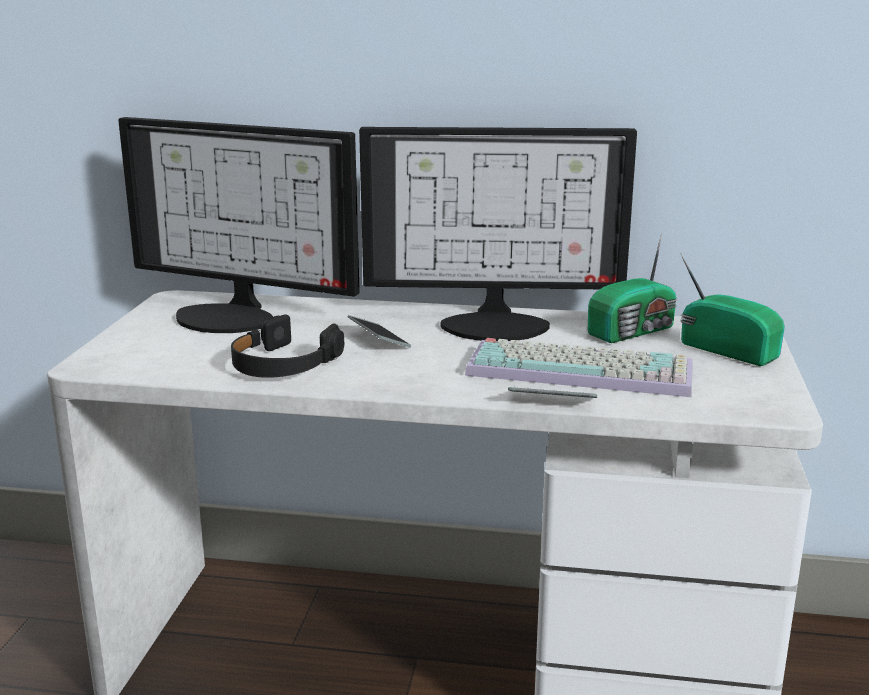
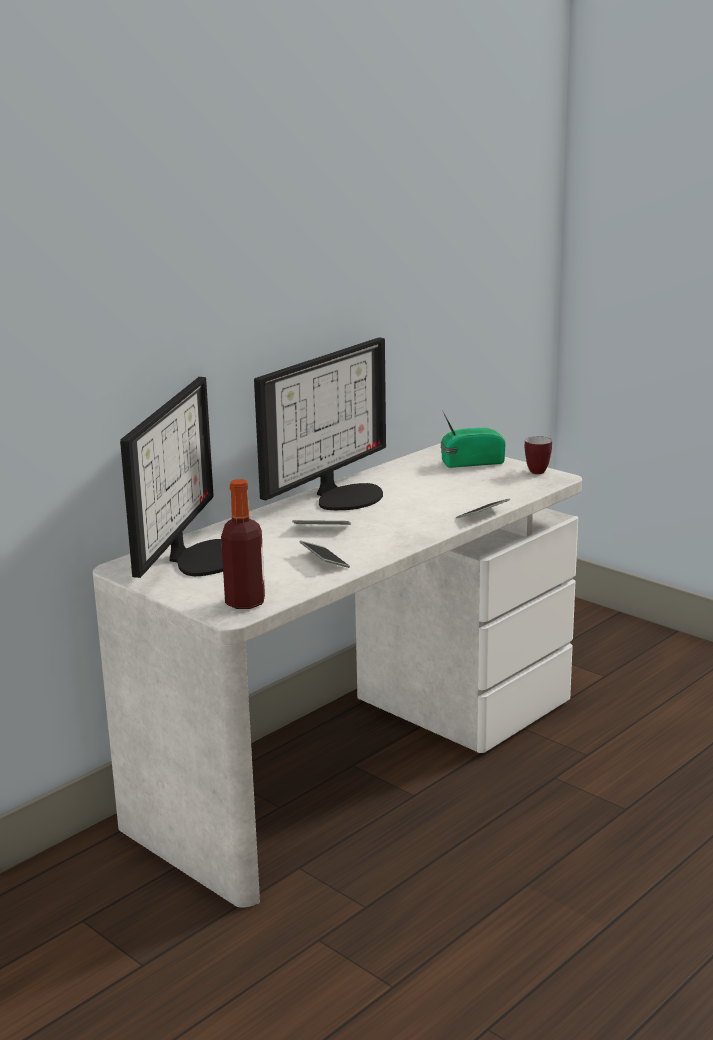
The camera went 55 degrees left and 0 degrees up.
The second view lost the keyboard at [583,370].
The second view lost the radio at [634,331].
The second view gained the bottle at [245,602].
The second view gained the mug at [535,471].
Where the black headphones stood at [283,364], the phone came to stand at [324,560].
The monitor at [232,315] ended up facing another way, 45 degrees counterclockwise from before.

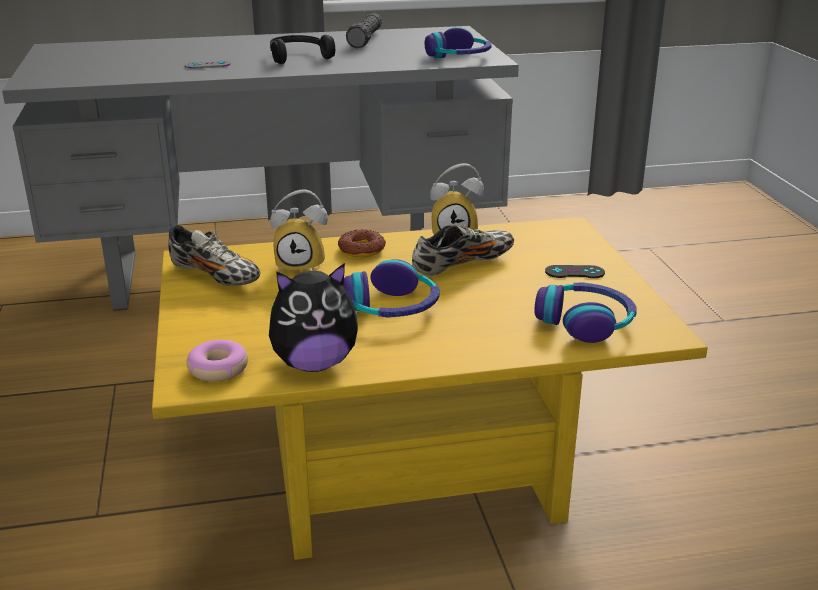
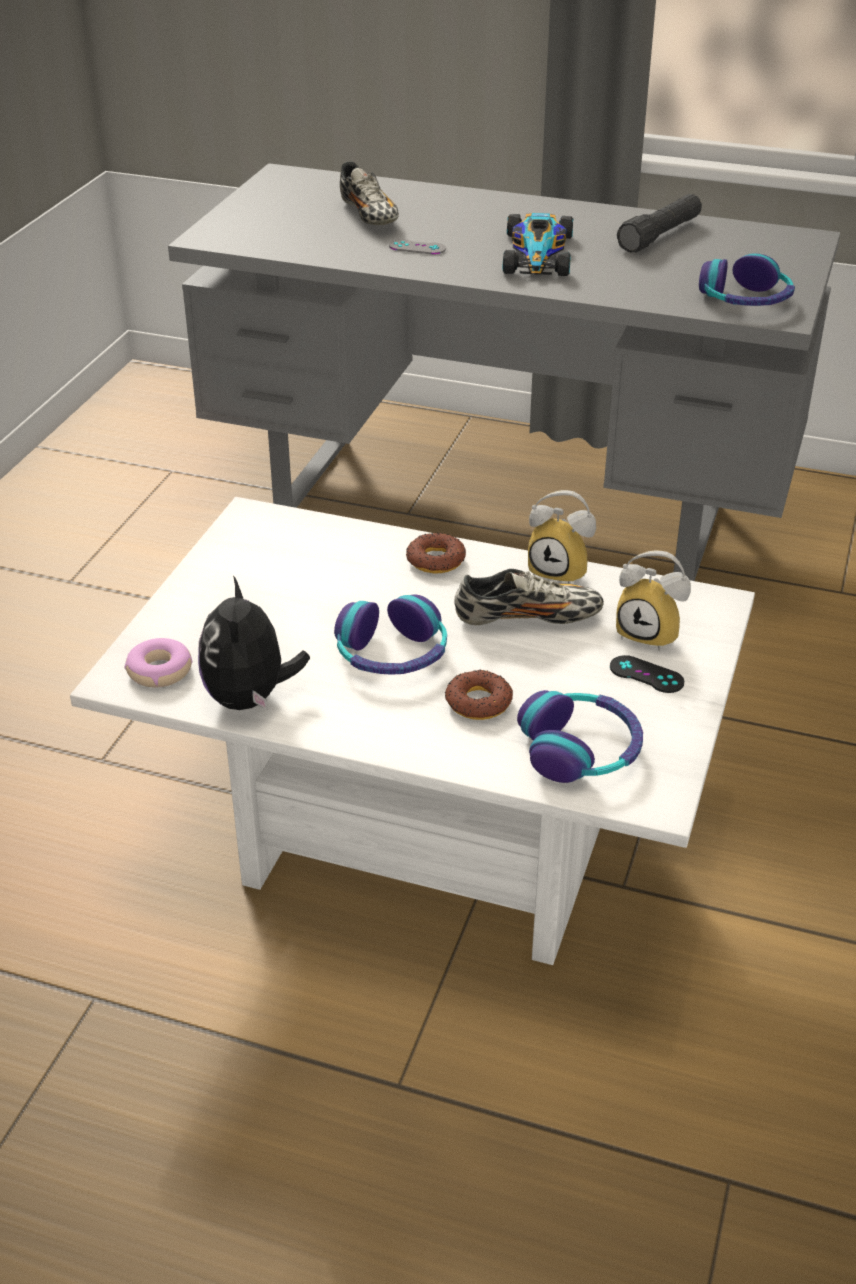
The camera went 30 degrees right and 10 degrees up.
The second view gained the donut at [478,702].
The shoe ended up elsewhere, having gone from [216,277] to [369,216].
The alarm clock ended up elsewhere, having gone from [302,264] to [652,634].
Where the black headphones stood at [297,57], the toy car came to stand at [538,254].
What was the yellow coffee table at [409,474] turned into the white coffee table at [428,837].
The plush toy at [314,364] ended up facing another way, 75 degrees clockwise from before.

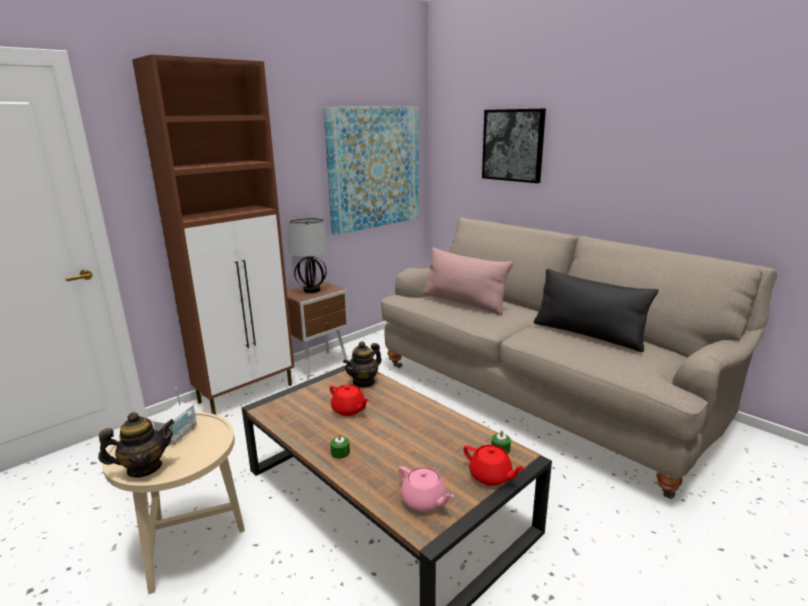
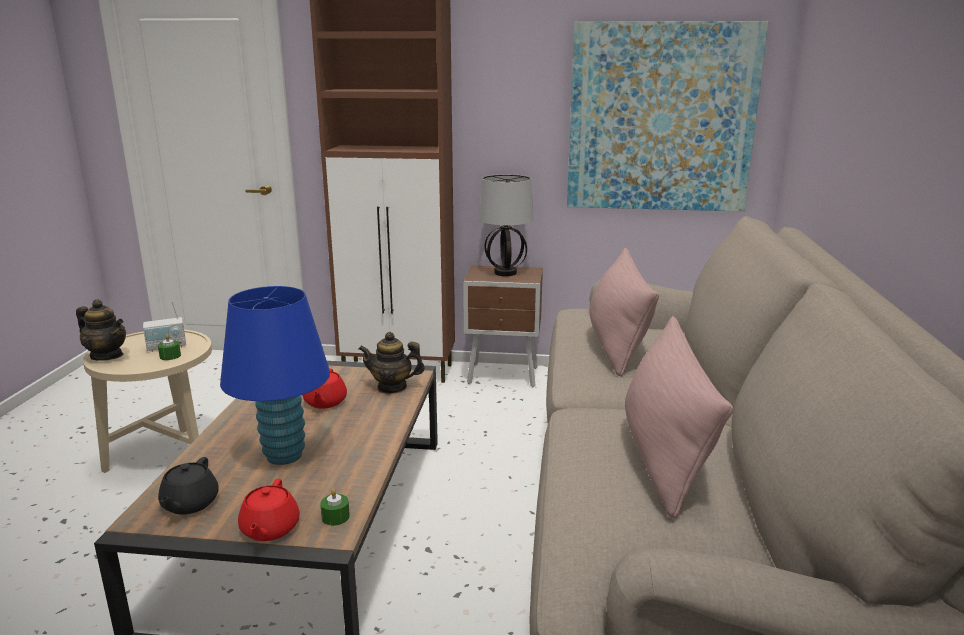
The camera went 50 degrees right and 0 degrees up.
The second view lost the picture at [513,145].
The second view gained the blue table lamp at [284,455].
The green candle ended up elsewhere, having gone from [340,452] to [170,356].
What was the pink teapot at [424,501] turned into the black teapot at [189,504].
What was the black pillow at [587,334] turned into the pink pillow at [664,454].

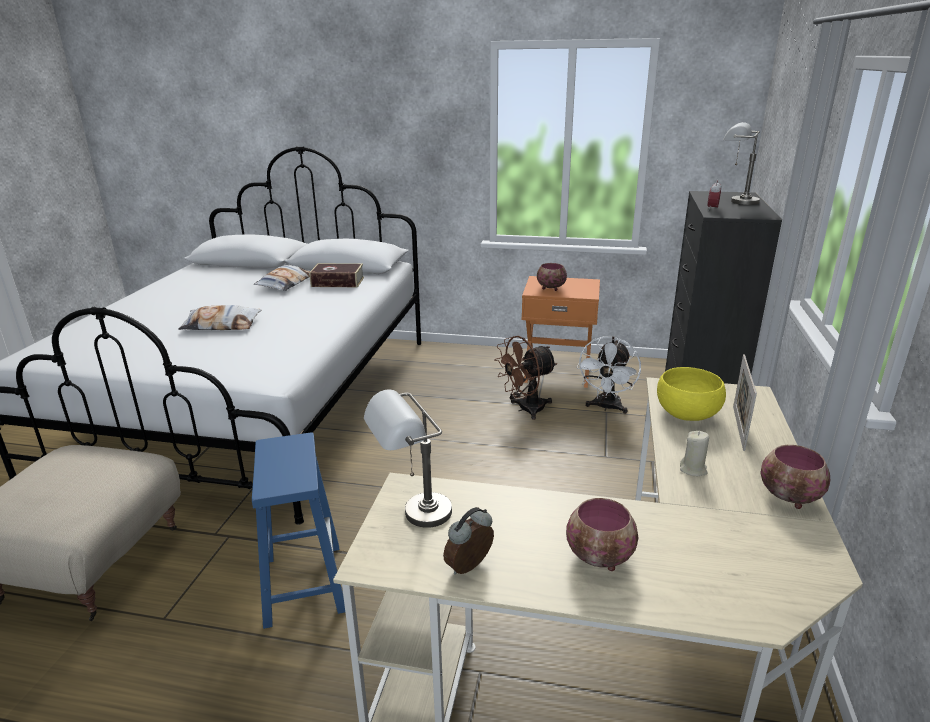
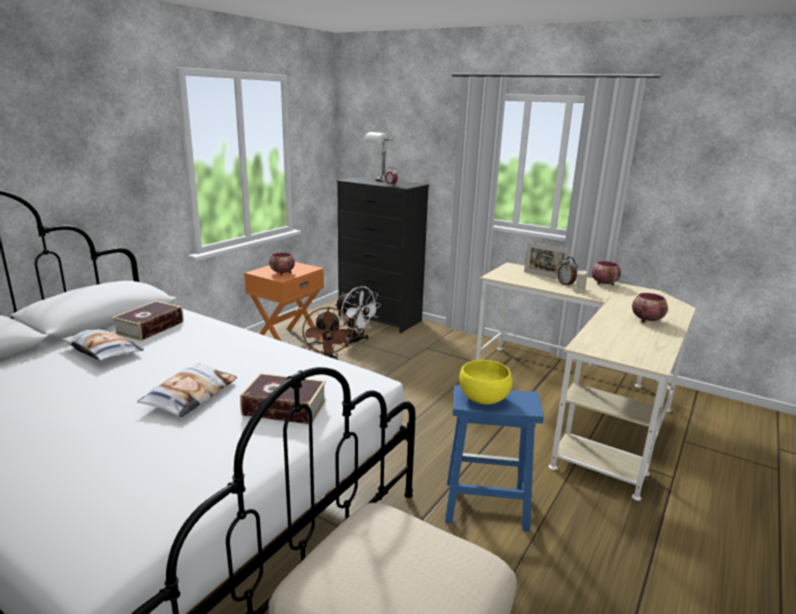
The camera went 70 degrees left and 5 degrees down.
The second view lost the grey table lamp at [413,518].
The second view gained the book at [284,407].
The alarm clock ended up elsewhere, having gone from [470,568] to [566,284].
The yellow bowl ended up elsewhere, having gone from [687,413] to [484,398].

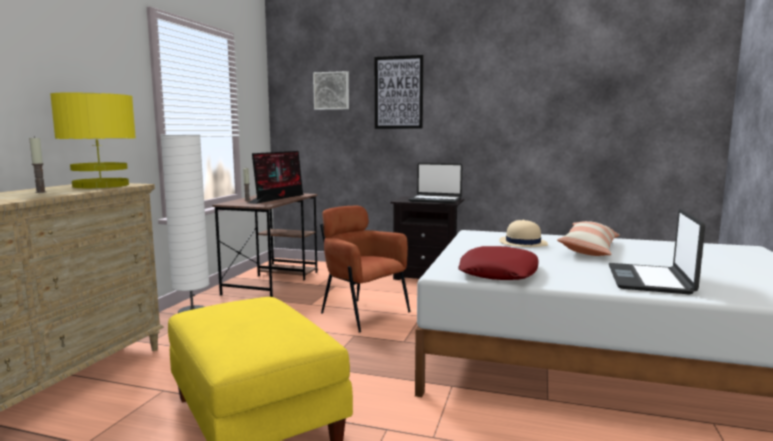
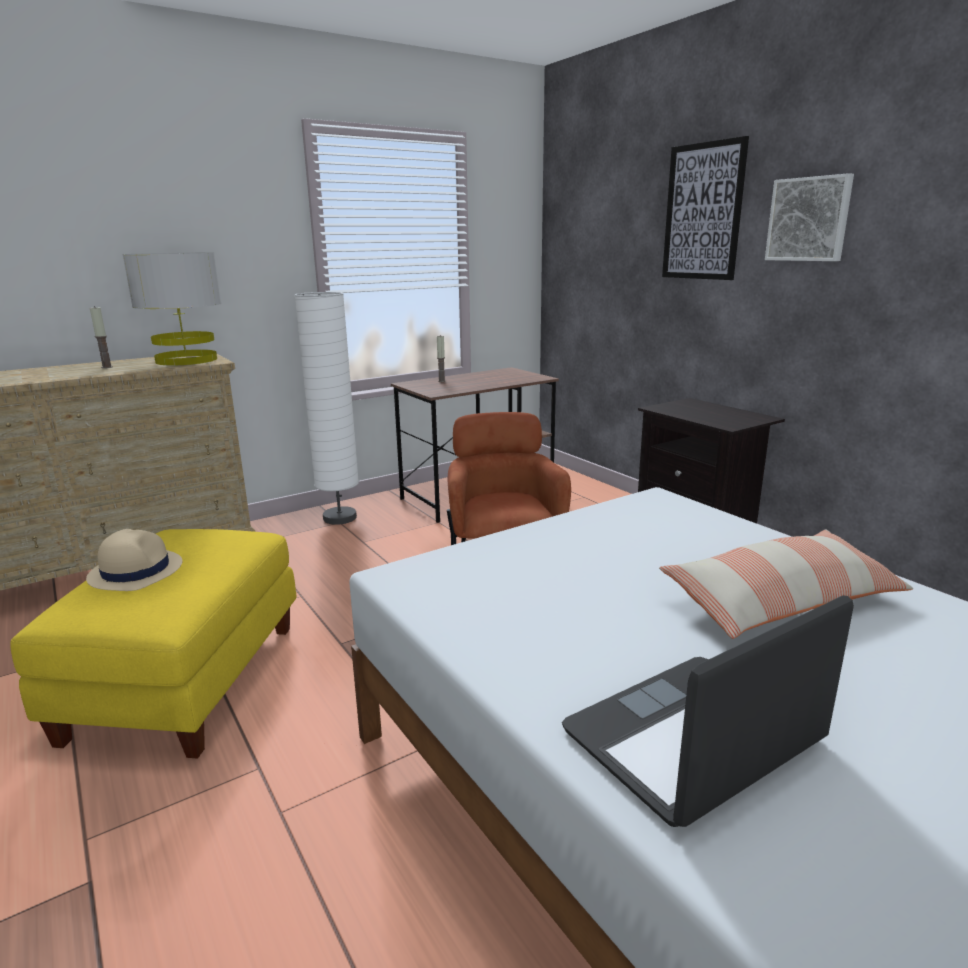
The camera went 40 degrees right and 10 degrees up.
The second view lost the monitor at [278,198].
The second view lost the laptop at [435,200].
The second view lost the red pillow at [499,272].
The picture ended up elsewhere, having gone from [331,91] to [809,219].
The beige hat ended up elsewhere, having gone from [522,243] to [135,571].
What was the yellow table lamp at [101,185] turned into the grey table lamp at [186,360].

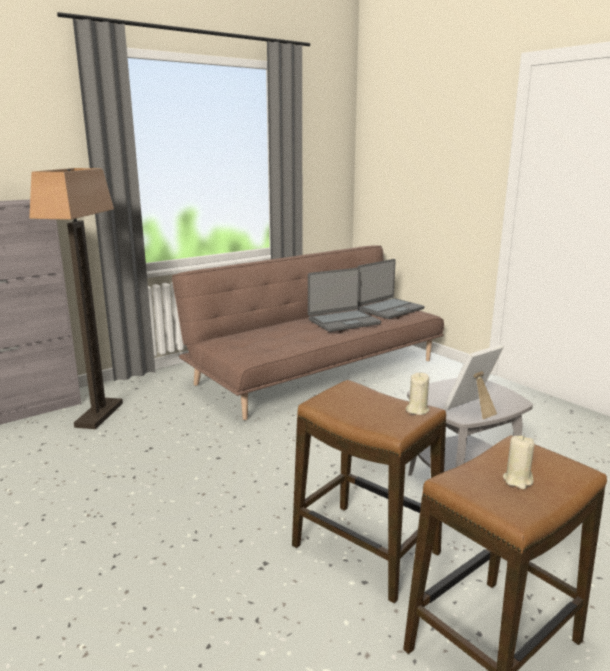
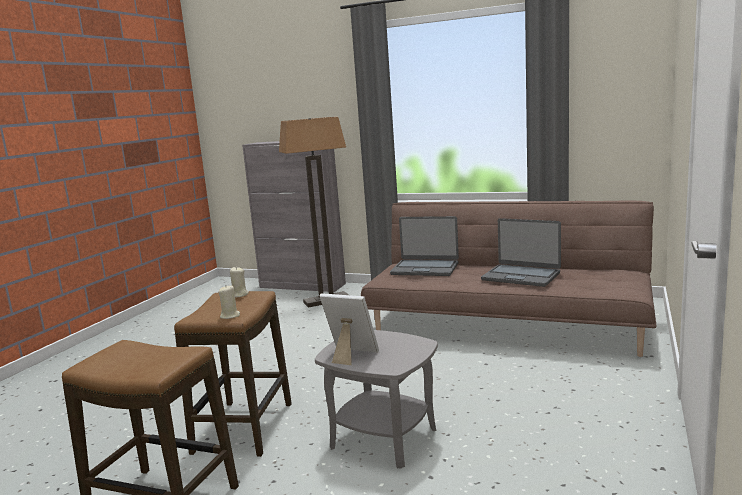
The camera went 60 degrees right and 5 degrees down.
The laptop ended up elsewhere, having gone from [389,309] to [425,269].
The beige candle ended up elsewhere, having gone from [518,480] to [239,295].

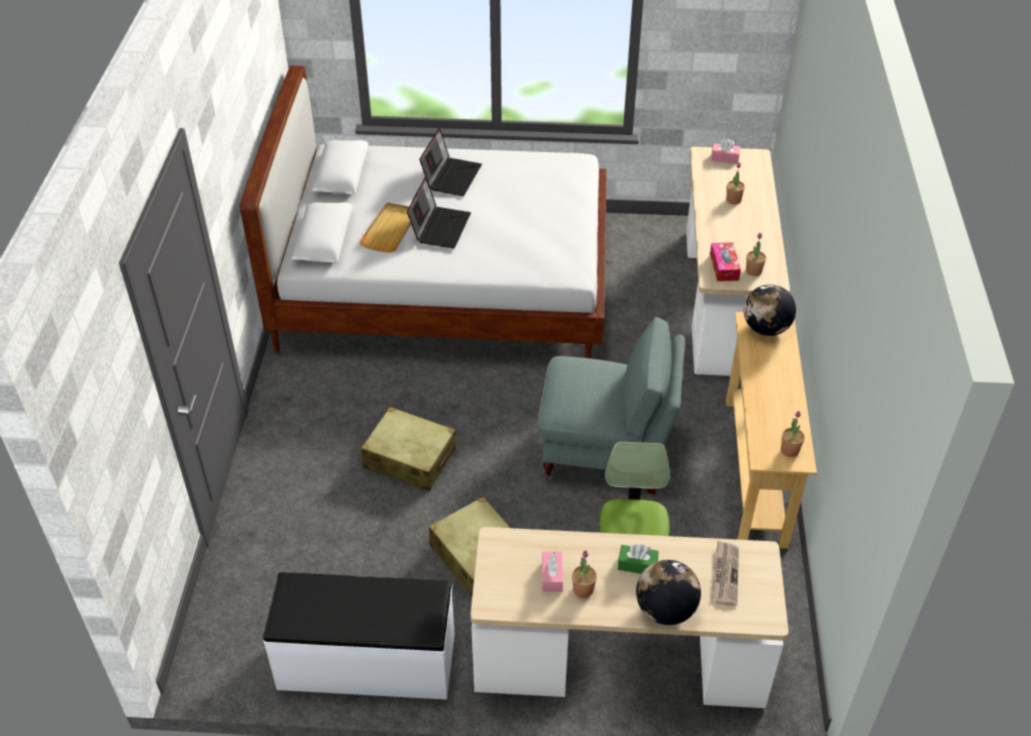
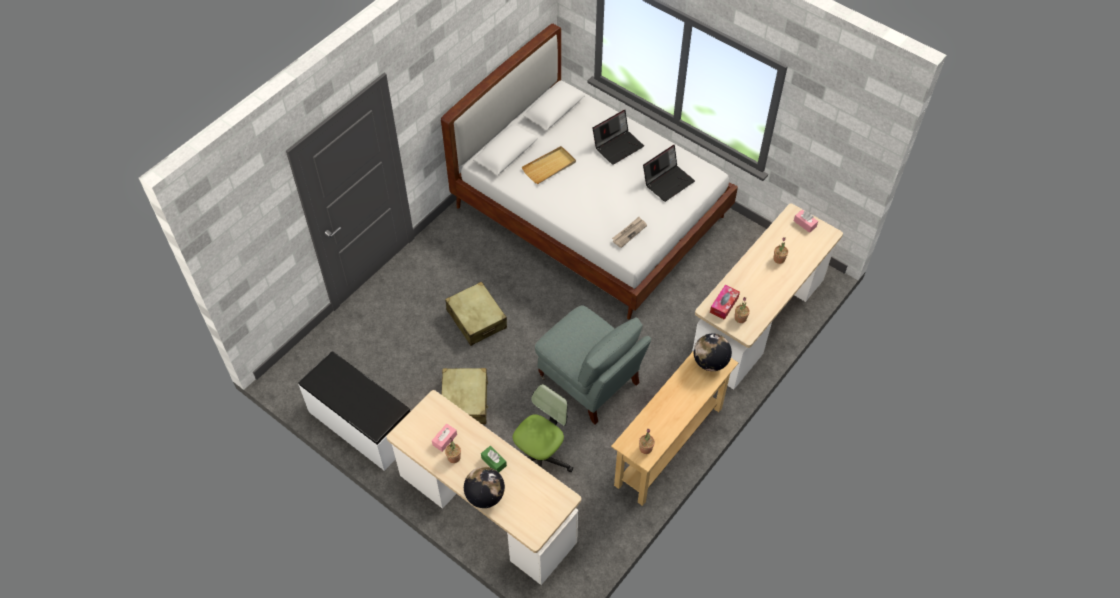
The camera went 35 degrees right and 10 degrees up.
The laptop ended up elsewhere, having gone from [440,227] to [668,181].
The newspaper ended up elsewhere, having gone from [724,574] to [629,233].

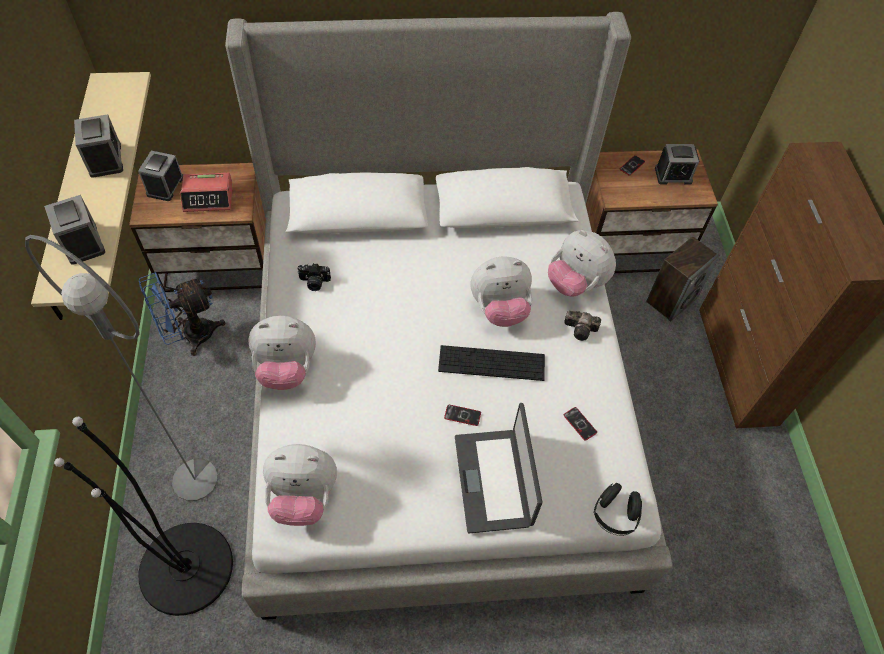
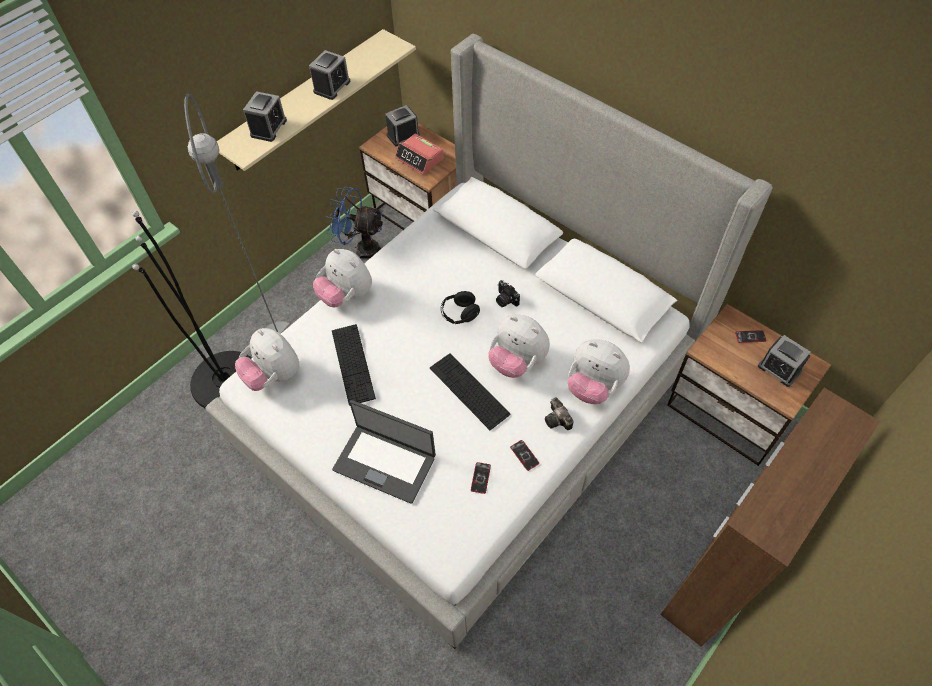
The camera went 50 degrees right and 0 degrees up.
The second view lost the speaker at [671,300].
The second view gained the keyboard at [353,364].
The photo camera ended up elsewhere, having gone from [314,282] to [505,300].
The phone ended up elsewhere, having gone from [462,415] to [524,455].
The black headphones ended up elsewhere, having gone from [615,515] to [459,314].
The laptop at [494,480] ended up facing another way, 105 degrees counterclockwise from before.
The plush toy at [576,283] ended up facing another way, 60 degrees counterclockwise from before.

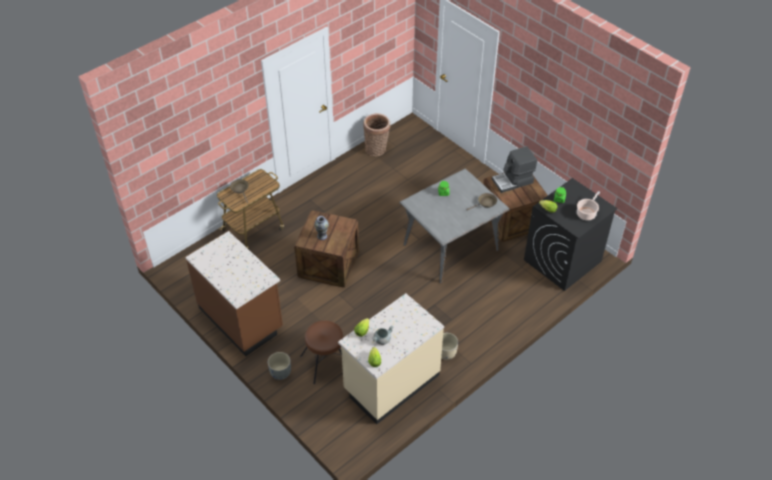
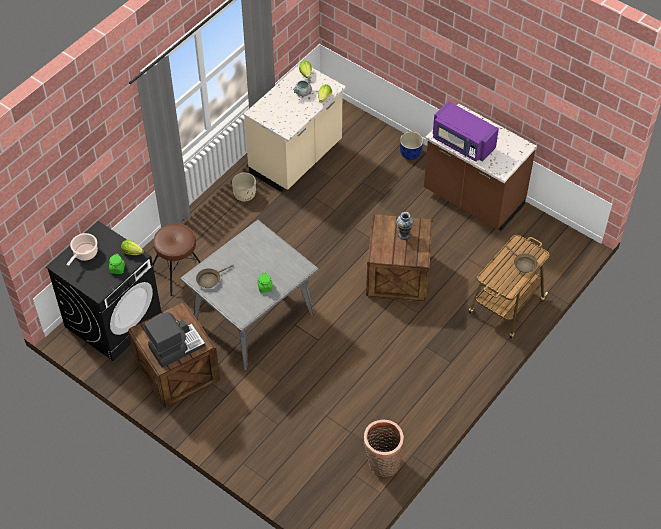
The camera went 170 degrees right and 5 degrees up.
The second view gained the purple microwave at [462,143].
The brown stool ended up elsewhere, having gone from [326,363] to [179,271].
What was the grey planter at [280,372] turned into the blue planter at [411,153].

